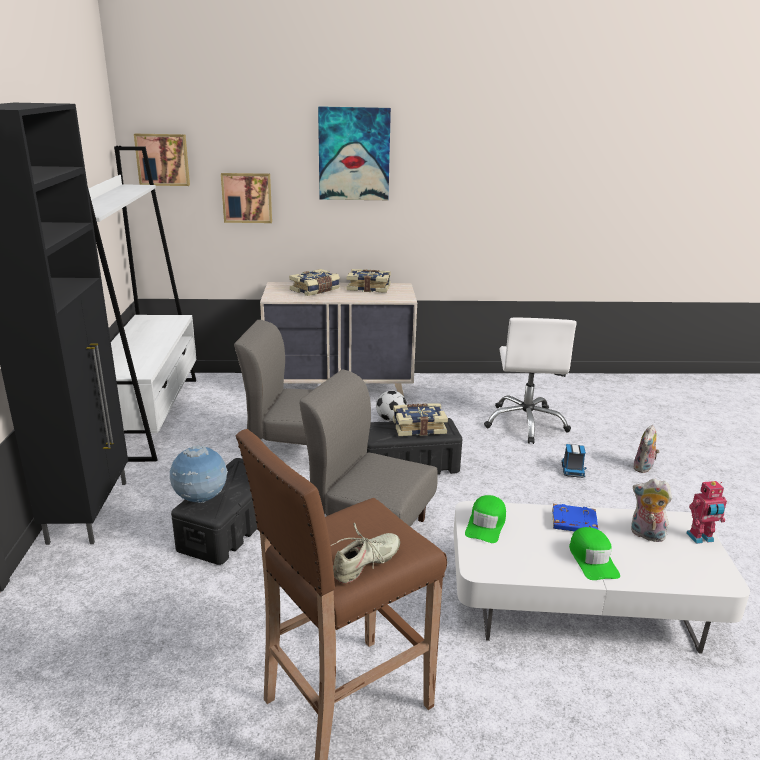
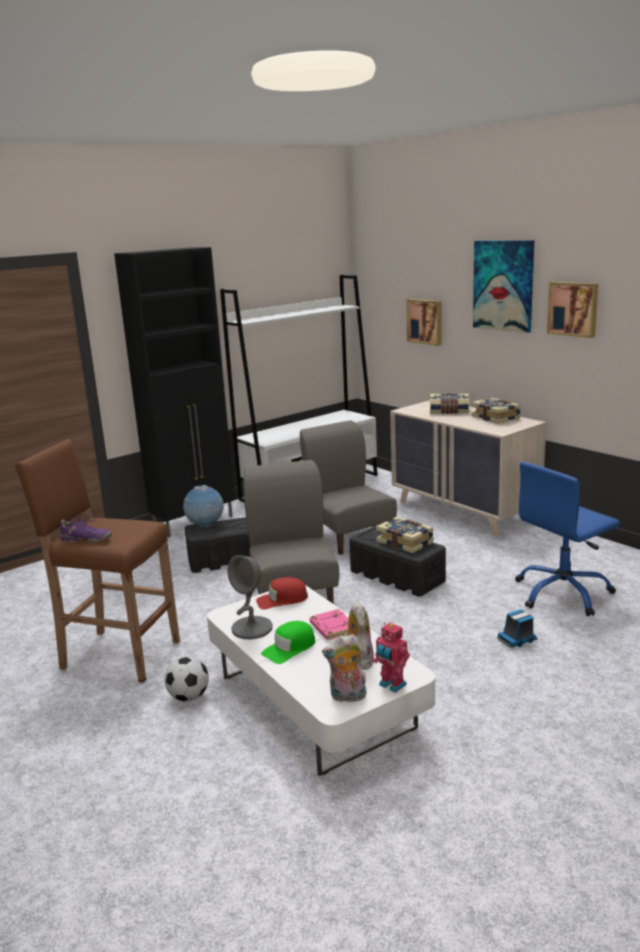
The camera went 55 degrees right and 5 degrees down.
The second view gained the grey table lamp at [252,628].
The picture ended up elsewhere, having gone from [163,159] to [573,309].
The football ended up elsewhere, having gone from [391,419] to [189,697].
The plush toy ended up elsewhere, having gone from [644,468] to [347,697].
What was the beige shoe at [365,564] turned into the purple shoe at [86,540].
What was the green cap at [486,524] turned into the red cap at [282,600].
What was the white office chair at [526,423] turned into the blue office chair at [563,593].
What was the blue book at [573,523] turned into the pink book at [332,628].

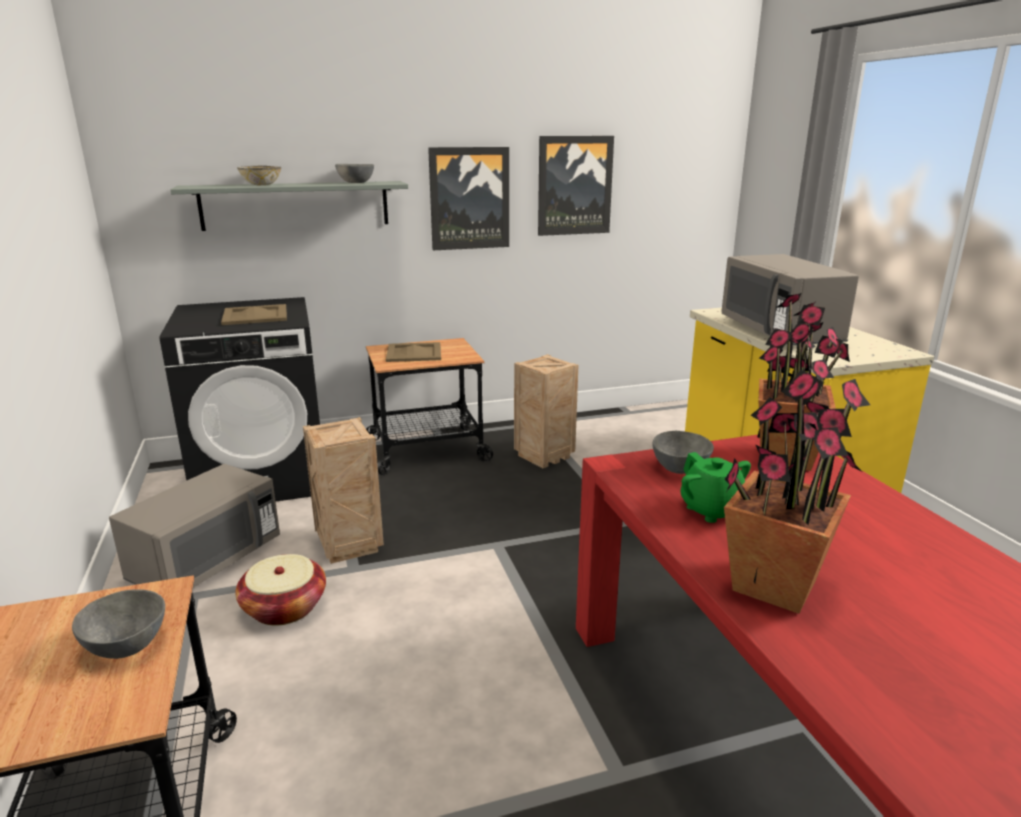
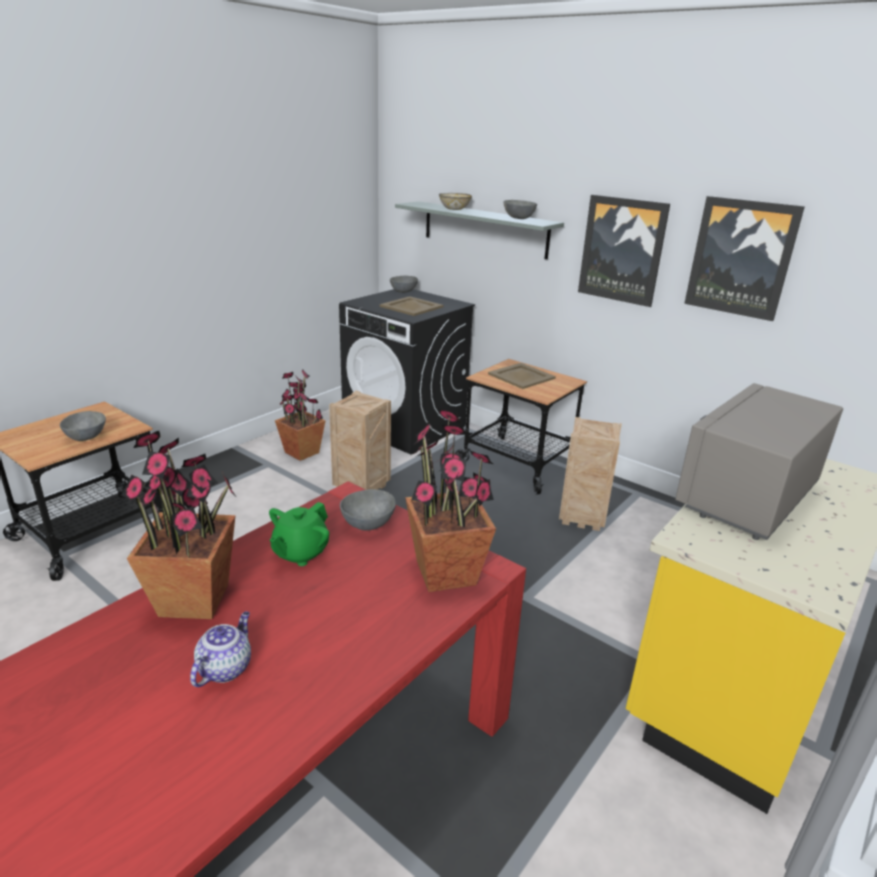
The camera went 55 degrees right and 5 degrees up.
The second view lost the basket at [284,607].
The second view gained the teapot at [225,668].
The second view gained the grey bowl at [404,291].
Where the grey microwave stood at [207,562], the potted plant came to stand at [301,453].

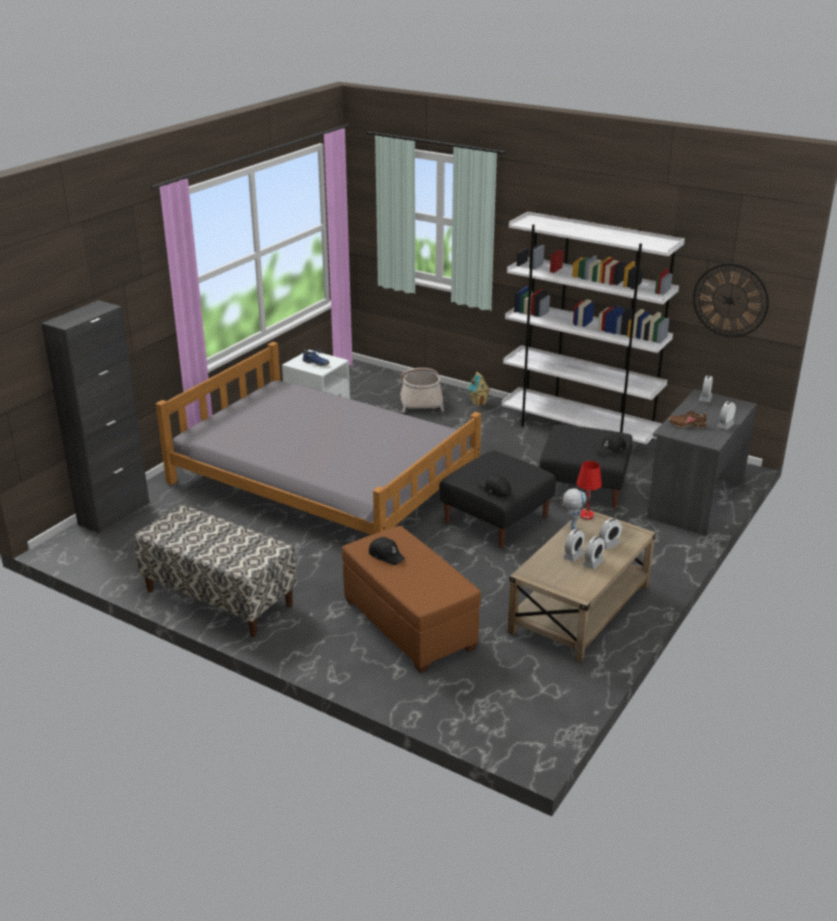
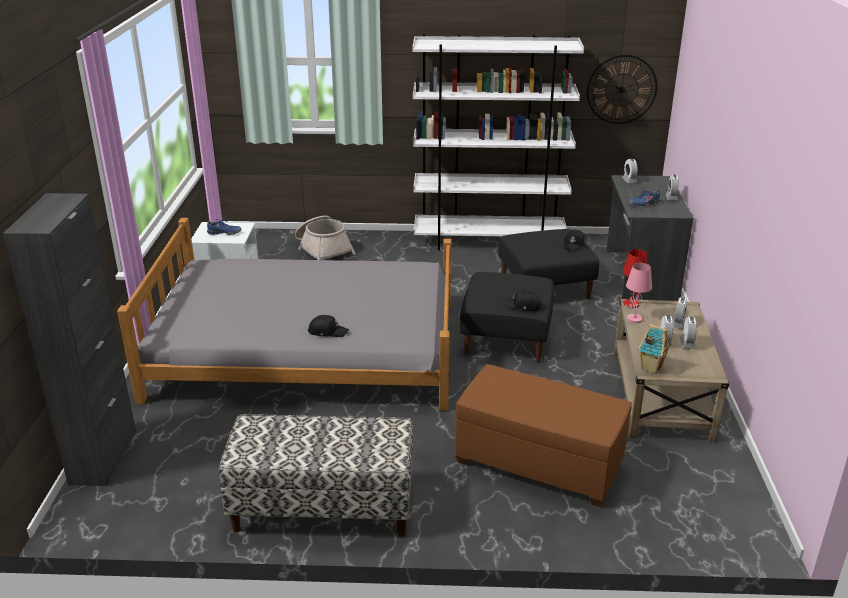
The camera went 30 degrees left and 0 degrees up.
The black cap ended up elsewhere, having gone from [386,555] to [327,331].
The toy house ended up elsewhere, having gone from [478,403] to [650,367].
Where the toy robot stood at [572,528], the pink table lamp came to stand at [634,319].
What was the brown shoe at [687,424] turned into the blue shoe at [644,204].

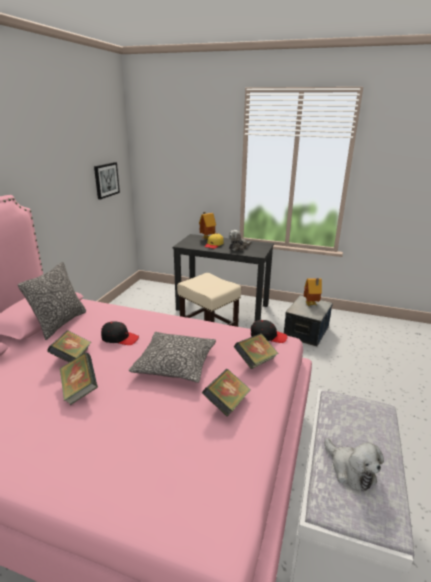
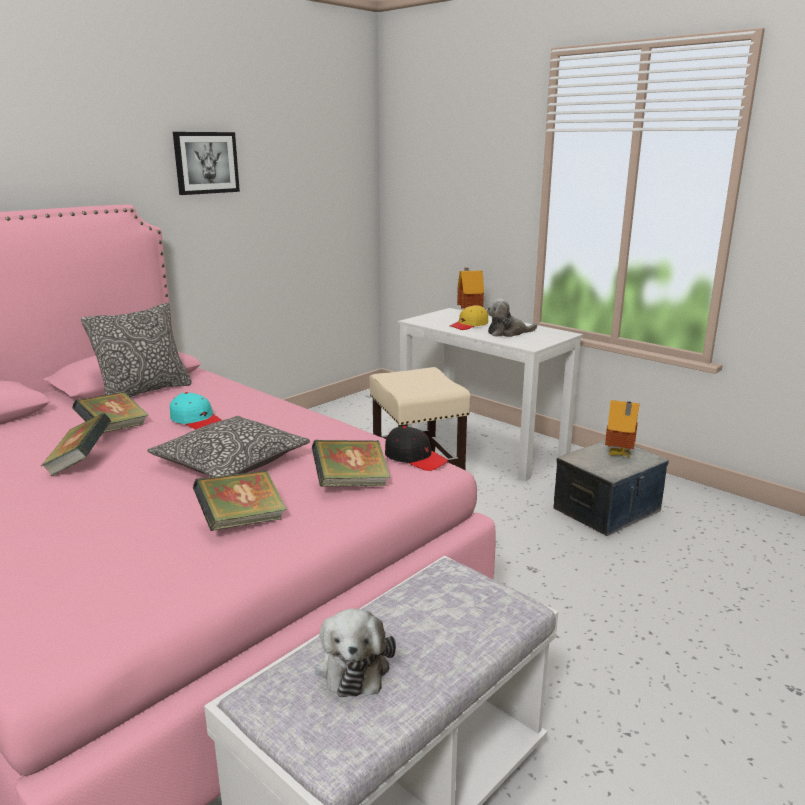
The camera went 25 degrees right and 5 degrees down.
The picture ended up elsewhere, having gone from [106,180] to [206,163].
What was the black cap at [120,338] turned into the turquoise cap at [196,420].
What was the black desk at [223,307] turned into the white desk at [482,445].

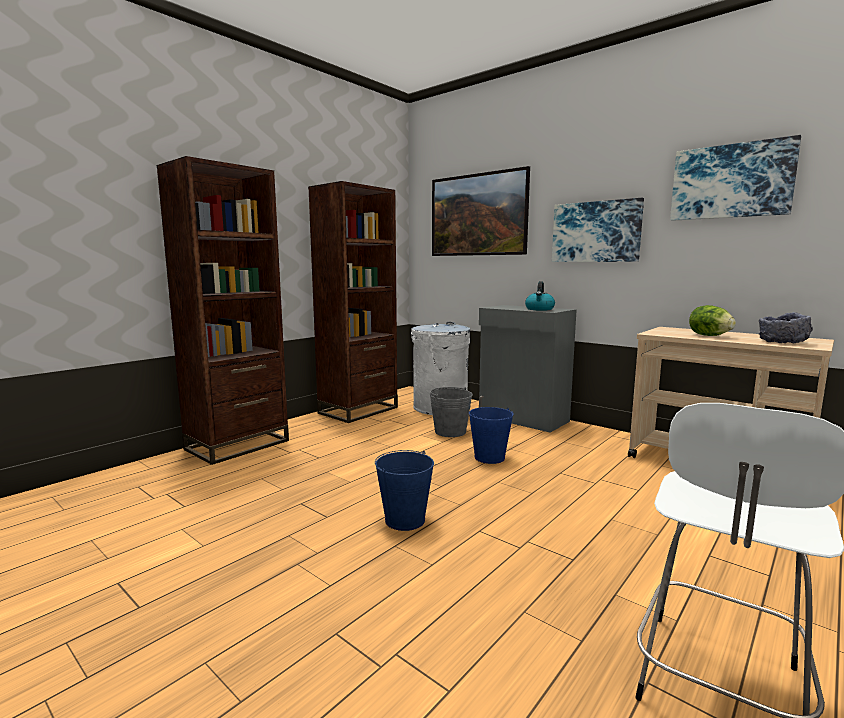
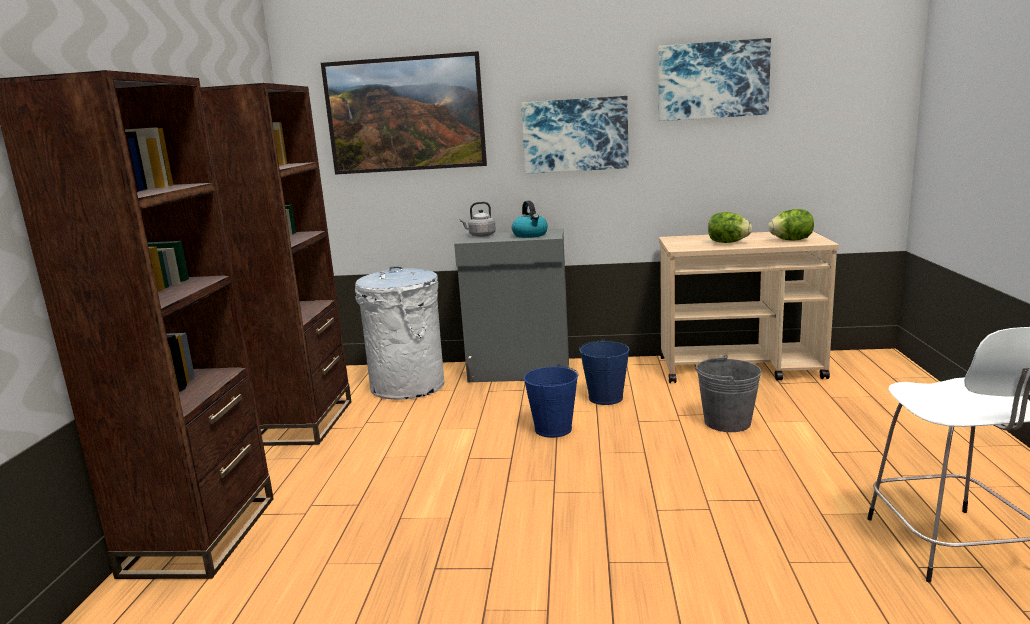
The camera went 35 degrees left and 5 degrees up.
The second view gained the grey kettle at [480,235].
The blue bucket ended up elsewhere, having gone from [405,520] to [606,398].
The grey bucket ended up elsewhere, having gone from [450,431] to [727,422].
Where the grey bowl stood at [782,342], the lettuce came to stand at [791,240].

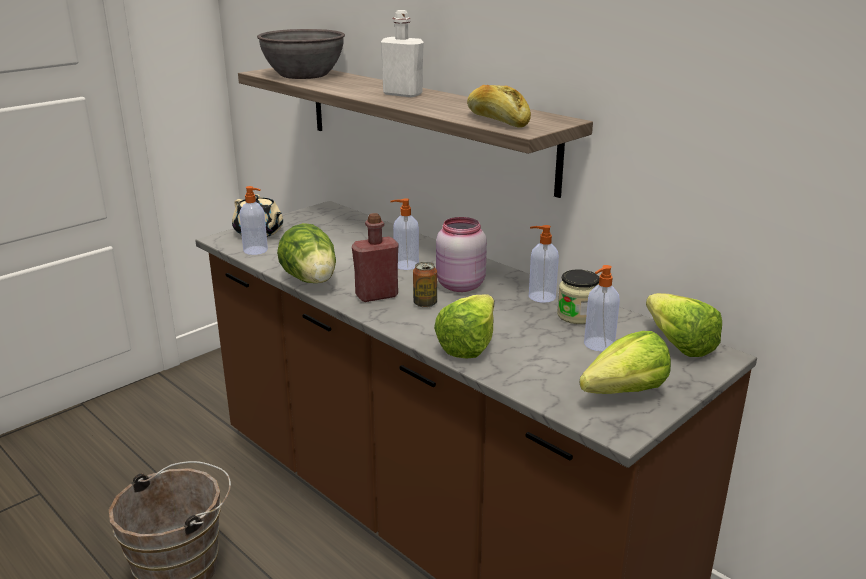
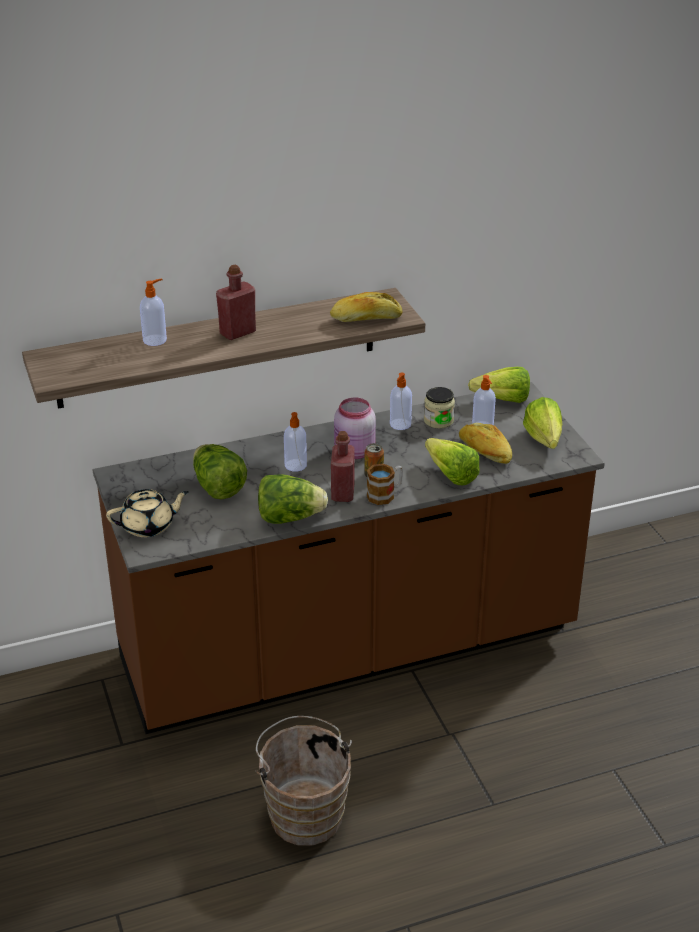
The camera went 65 degrees left and 10 degrees up.
The second view lost the grey bowl at [303,75].
The second view gained the lettuce at [218,487].
The second view gained the mug at [385,494].
The second view gained the bread at [484,452].
The soap dispenser ended up elsewhere, having gone from [256,250] to [155,340].
What was the white bottle at [402,94] turned into the red bottle at [237,332].

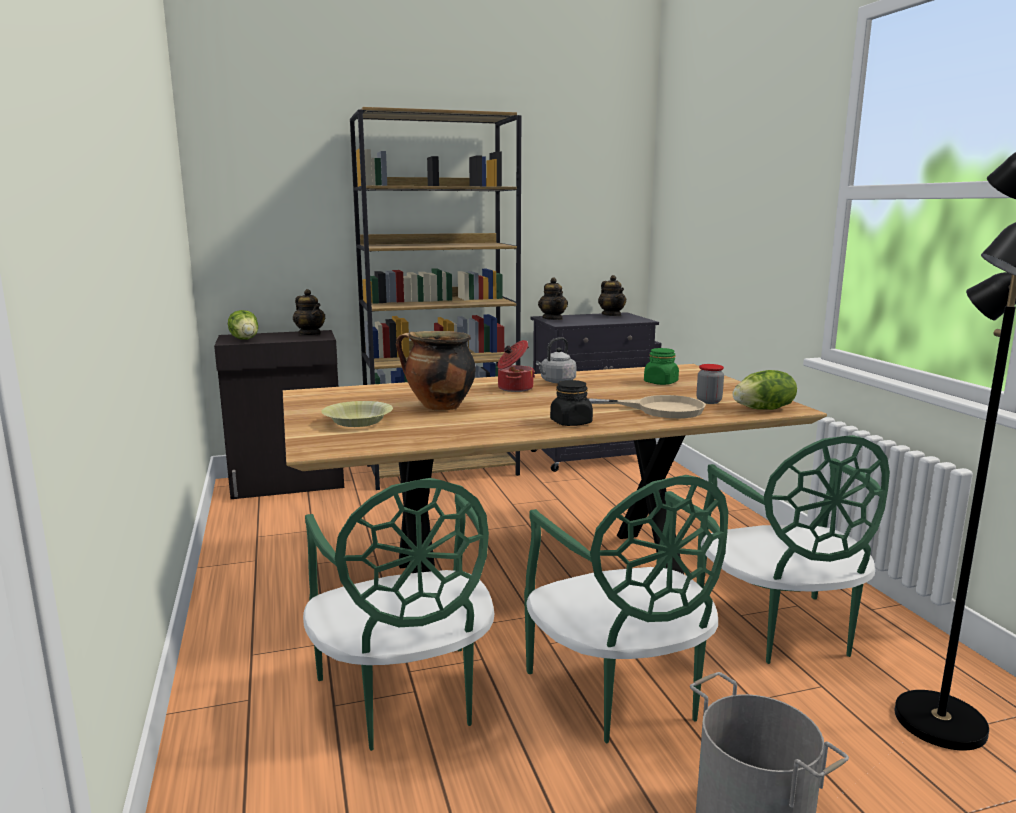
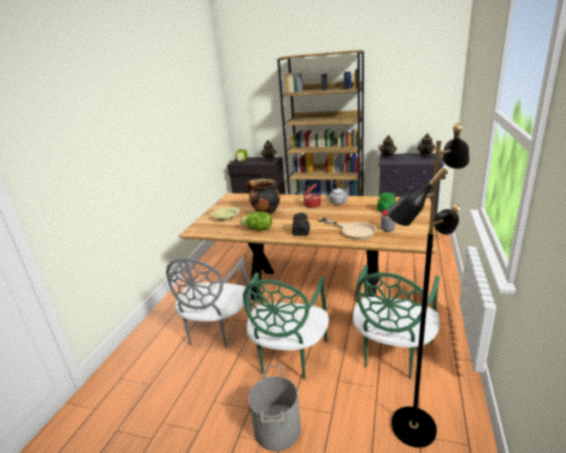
The camera went 35 degrees right and 10 degrees up.
The lettuce ended up elsewhere, having gone from [764,409] to [258,229].
What was the green chair at [405,699] turned into the grey chair at [216,330].

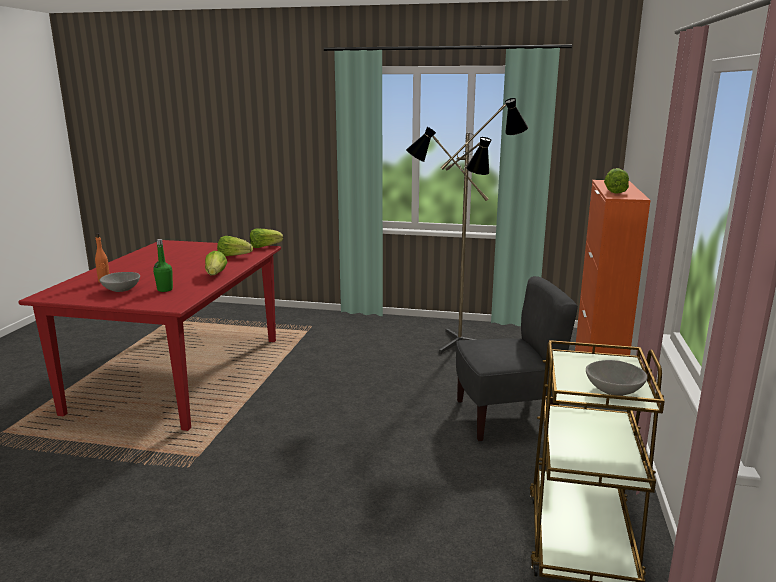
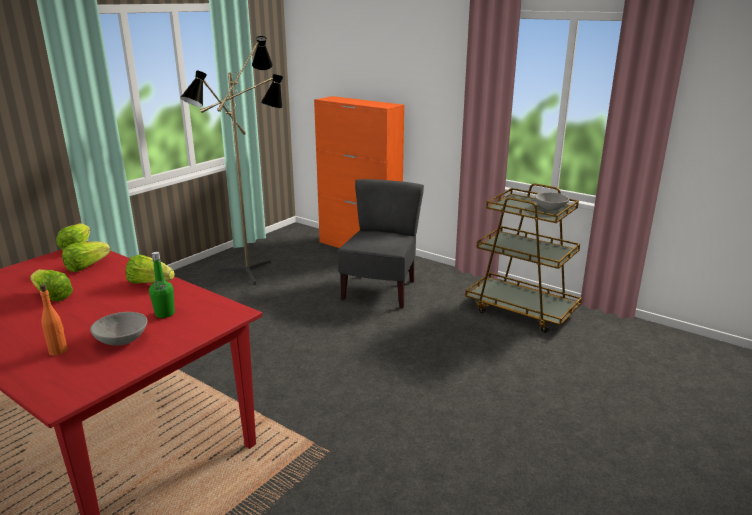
The camera went 65 degrees left and 5 degrees up.
The lettuce ended up elsewhere, having gone from [614,191] to [52,296].

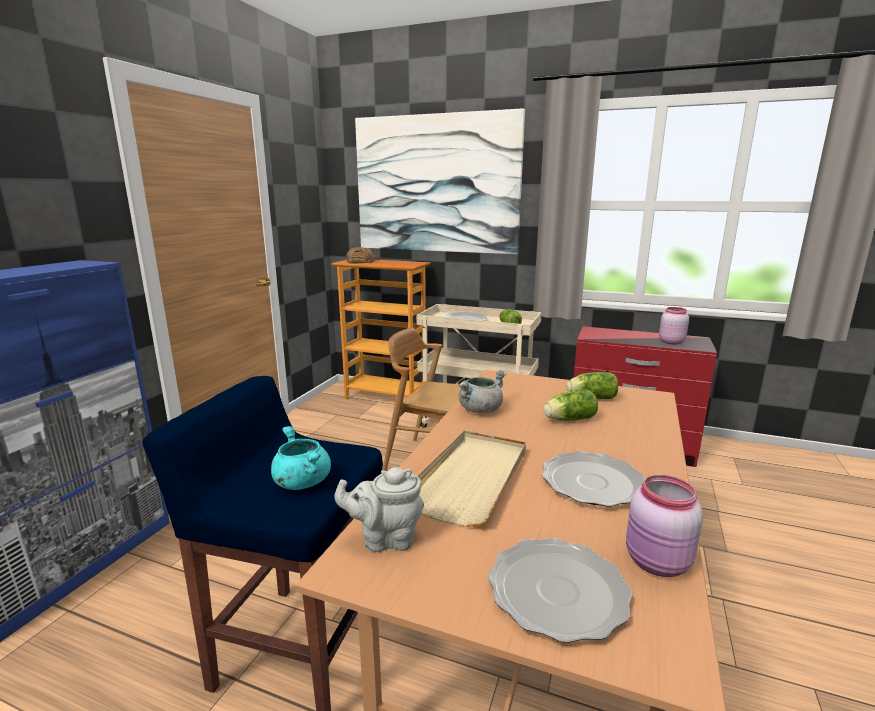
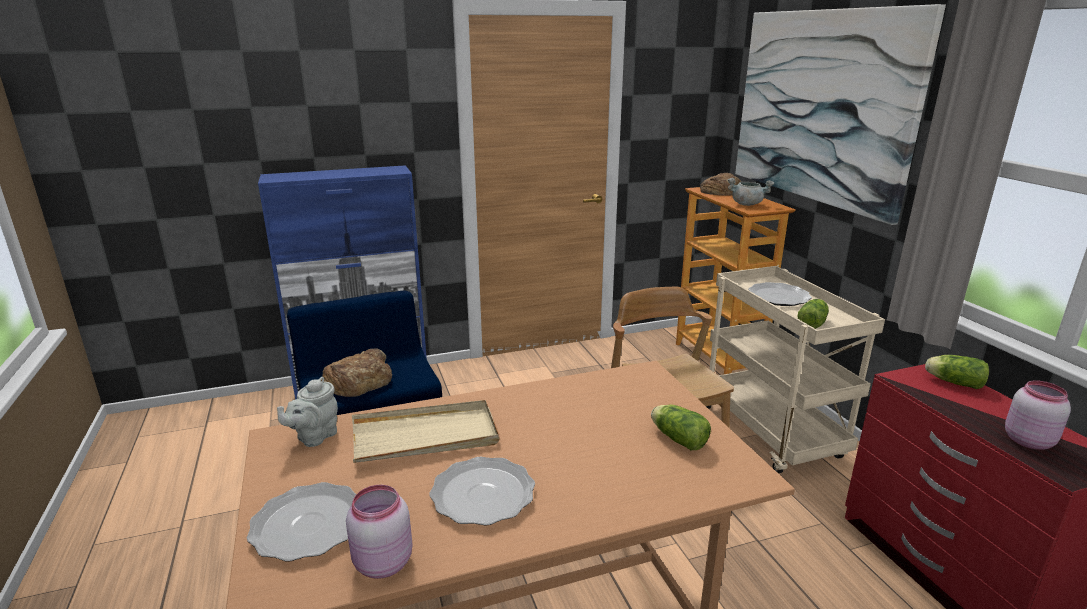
The camera went 50 degrees right and 5 degrees up.
The grey cooking pot ended up elsewhere, having gone from [480,409] to [747,204].
The lettuce ended up elsewhere, having gone from [568,419] to [952,382].
Where the turquoise cooking pot stood at [301,482], the bread came to stand at [359,380].
The grey teapot at [385,539] ended up facing another way, 105 degrees counterclockwise from before.

